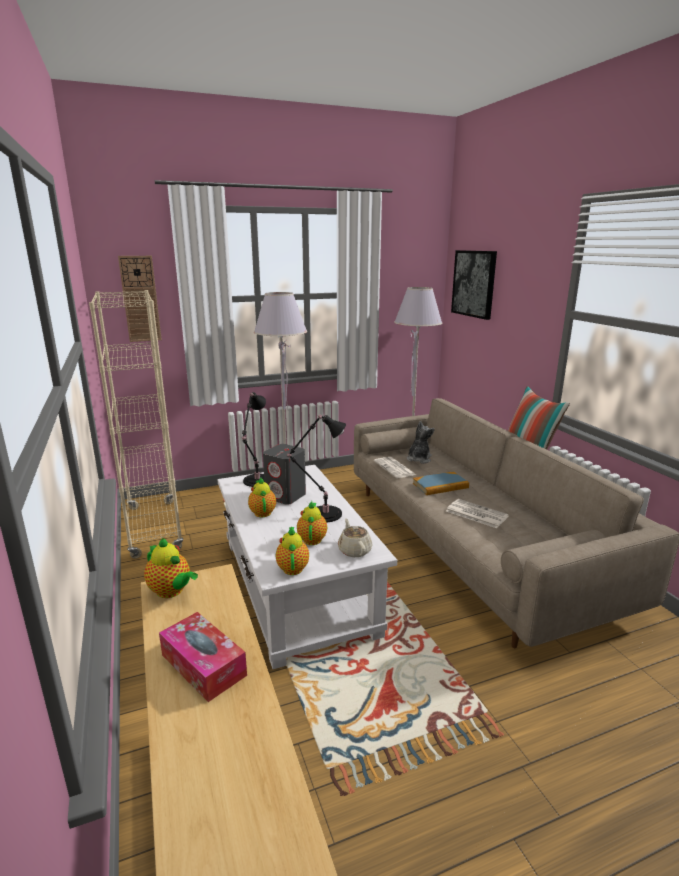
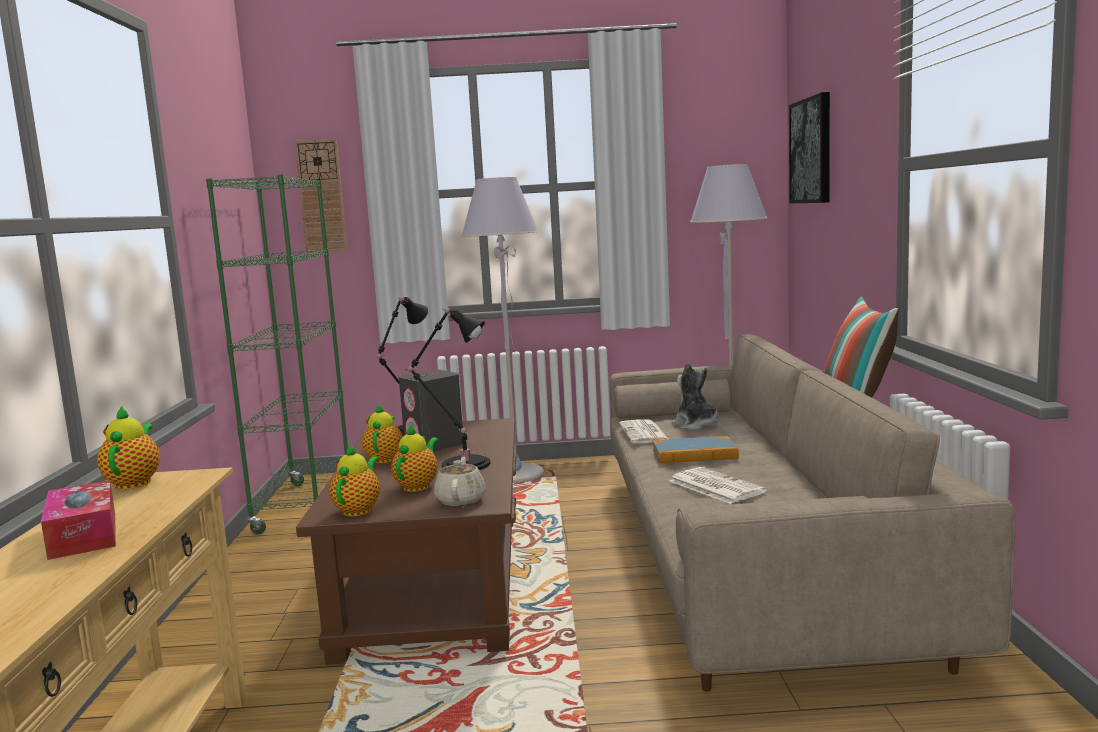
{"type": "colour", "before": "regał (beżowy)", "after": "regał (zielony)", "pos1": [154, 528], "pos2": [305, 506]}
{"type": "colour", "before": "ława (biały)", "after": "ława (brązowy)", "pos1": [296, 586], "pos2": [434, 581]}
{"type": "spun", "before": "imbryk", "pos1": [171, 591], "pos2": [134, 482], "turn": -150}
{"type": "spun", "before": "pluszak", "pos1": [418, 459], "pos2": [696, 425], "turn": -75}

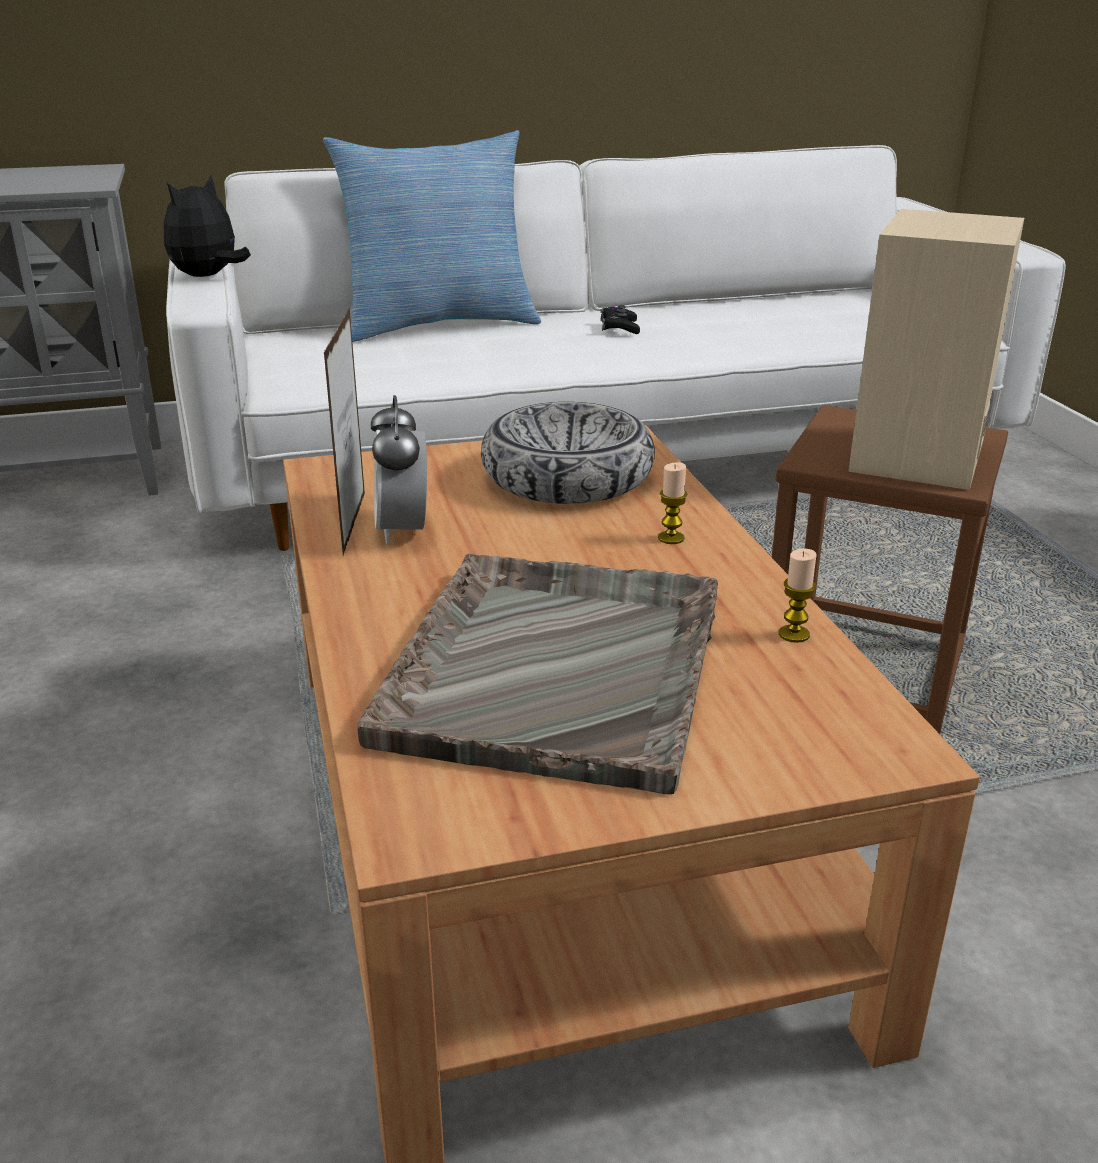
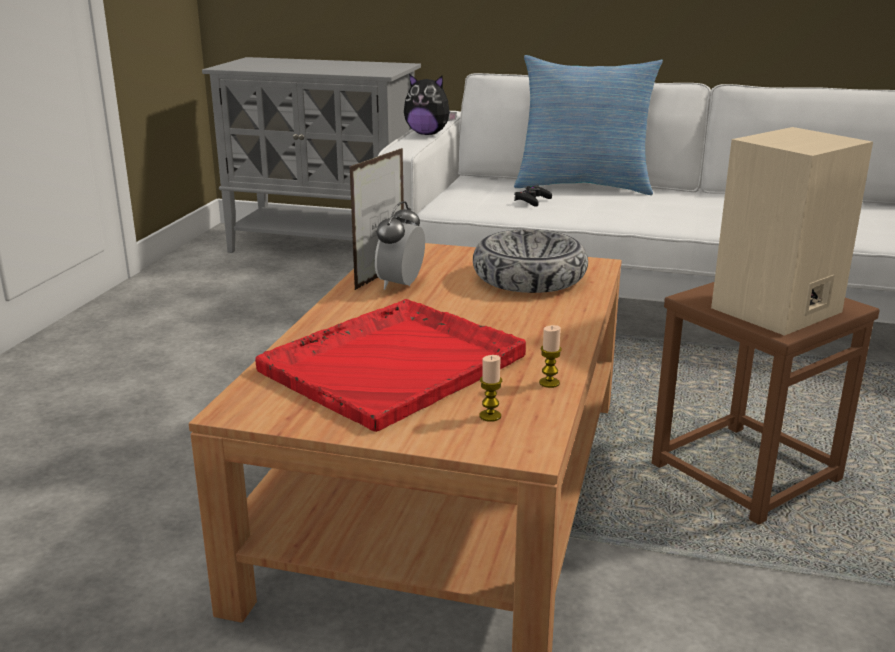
{"type": "relocated", "before": "pad do gier (czarny)", "pos1": [619, 327], "pos2": [532, 200]}
{"type": "relocated", "before": "świeca", "pos1": [671, 538], "pos2": [490, 416]}
{"type": "colour", "before": "taca (szary)", "after": "taca (czerwony)", "pos1": [557, 666], "pos2": [395, 363]}
{"type": "spun", "before": "pluszak", "pos1": [207, 277], "pos2": [428, 134], "turn": -135}

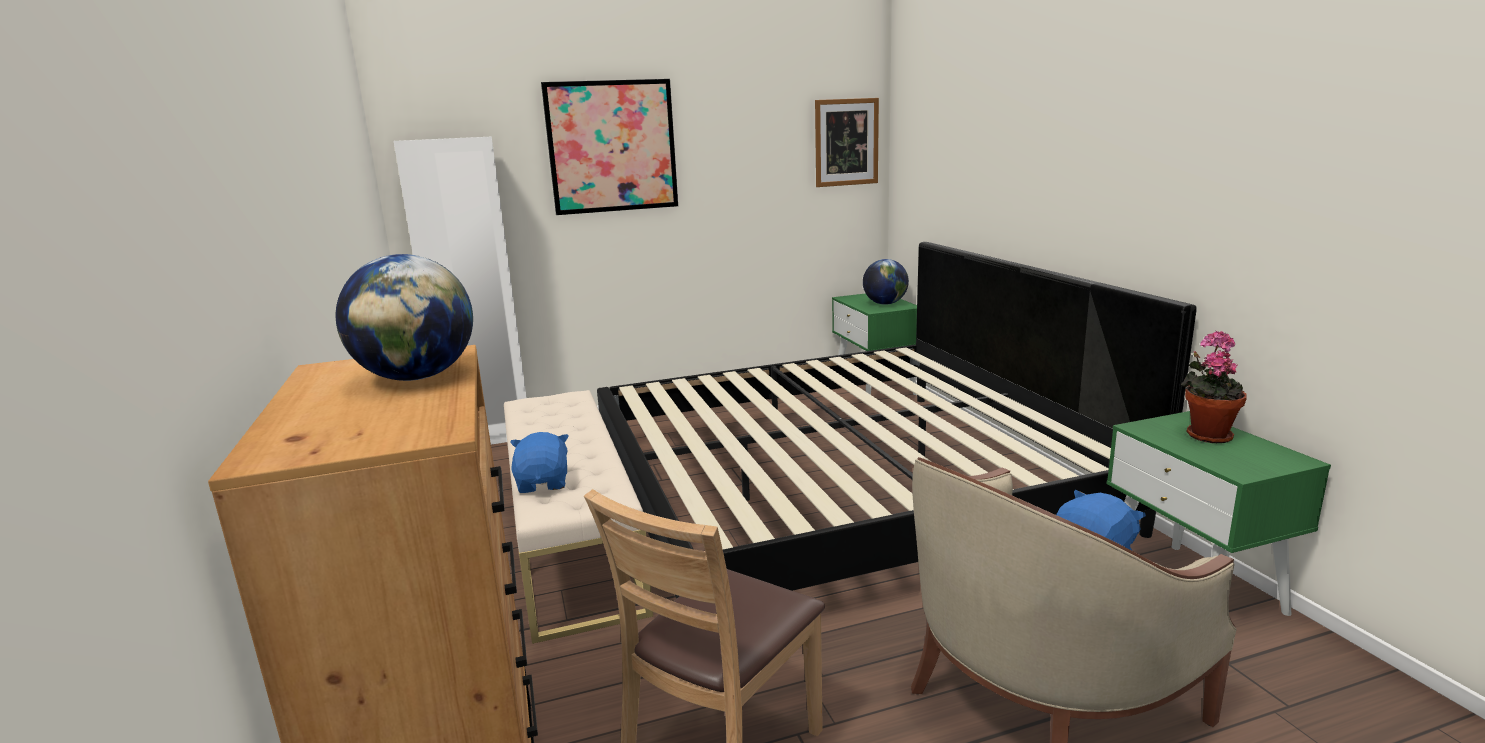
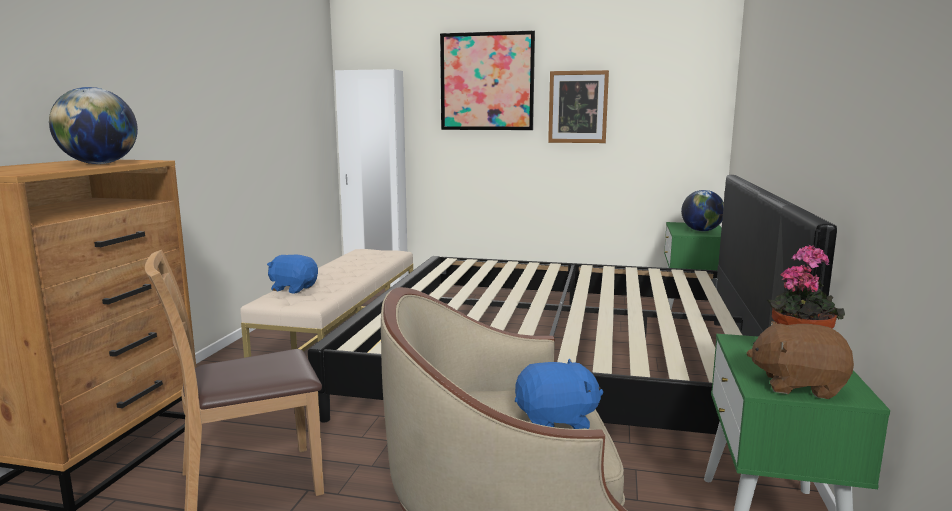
{"type": "appeared", "after": "pluszak (brązowy)", "pos2": [797, 385]}
{"type": "relocated", "before": "obraz", "pos1": [846, 142], "pos2": [578, 107]}
{"type": "spun", "before": "pluszak (niebieski)", "pos1": [544, 483], "pos2": [293, 288], "turn": -90}

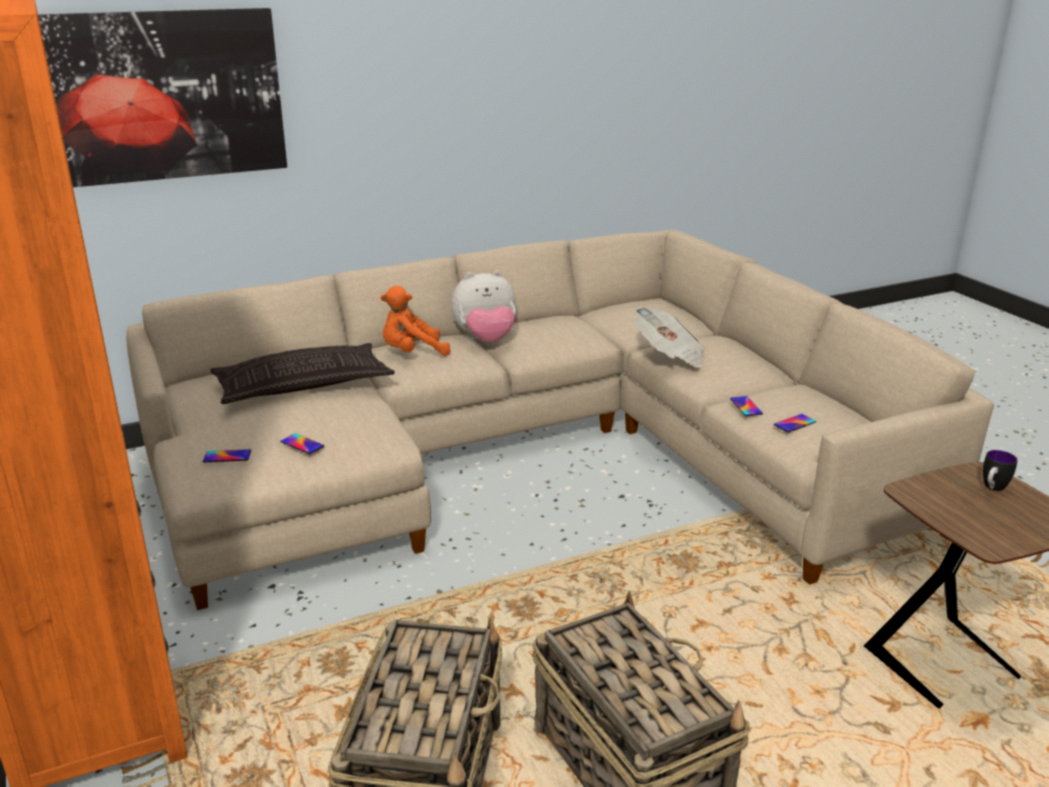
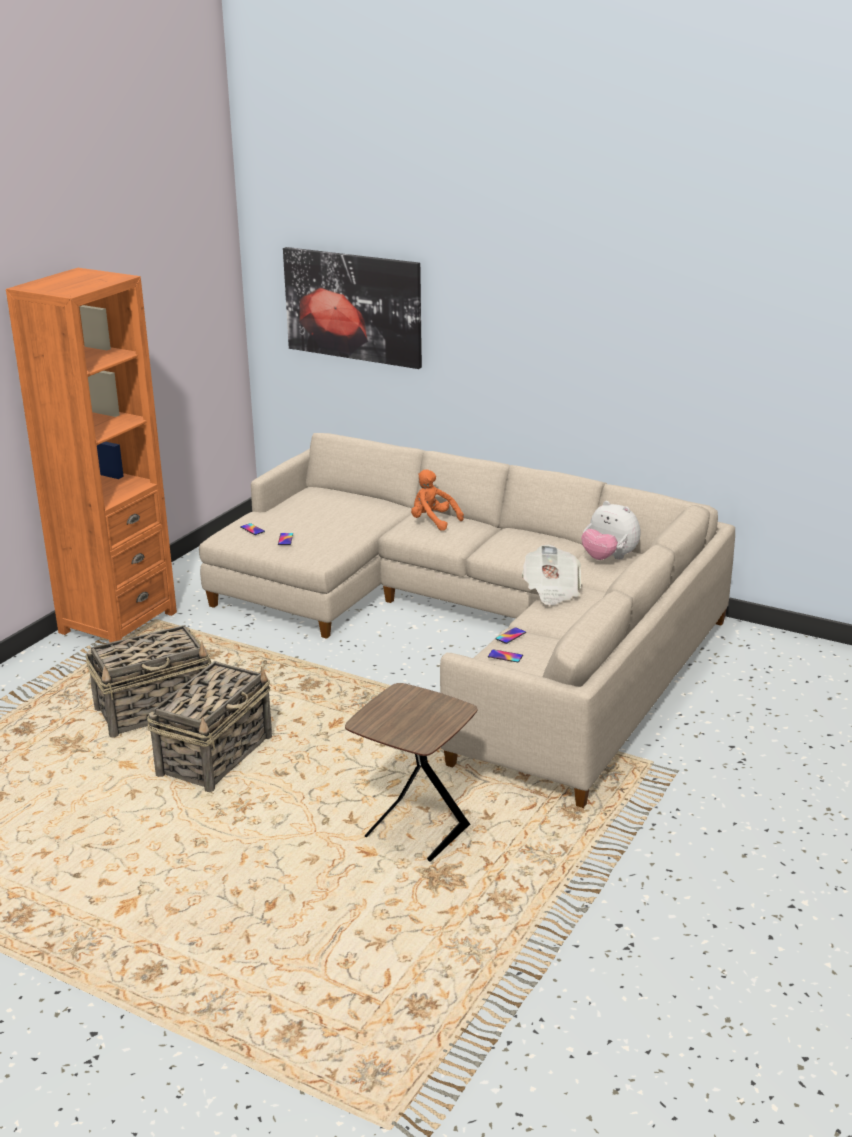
{"type": "missing", "before": "poduszka", "pos1": [303, 385]}
{"type": "missing", "before": "kubek", "pos1": [992, 488]}
{"type": "relocated", "before": "pluszak", "pos1": [485, 340], "pos2": [609, 558]}

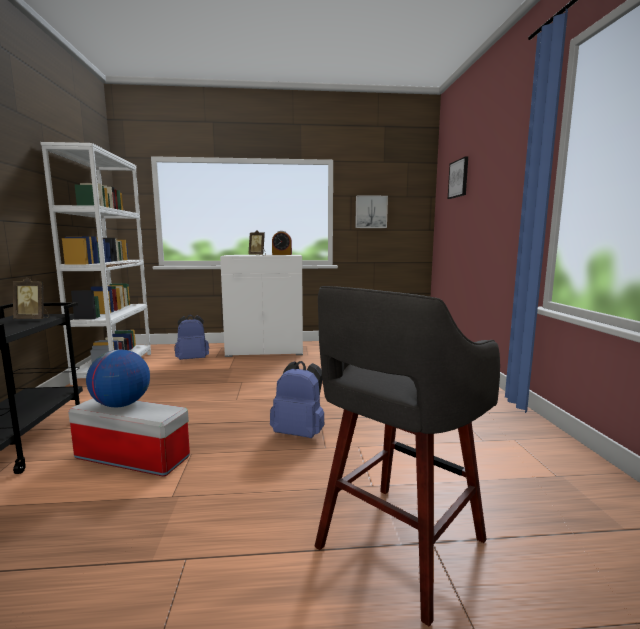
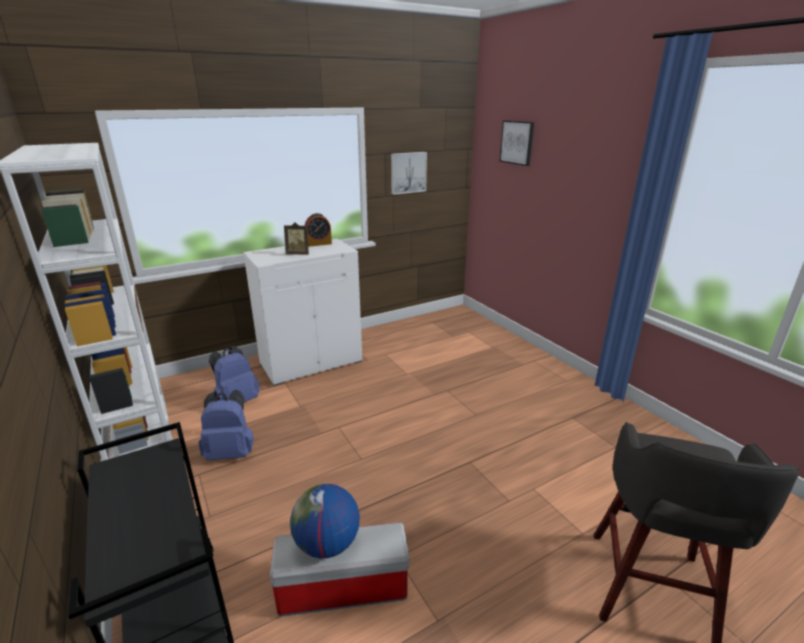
{"type": "missing", "before": "ramka na zdjęcie", "pos1": [33, 319]}
{"type": "relocated", "before": "plecak (niebieski)", "pos1": [300, 433], "pos2": [231, 452]}

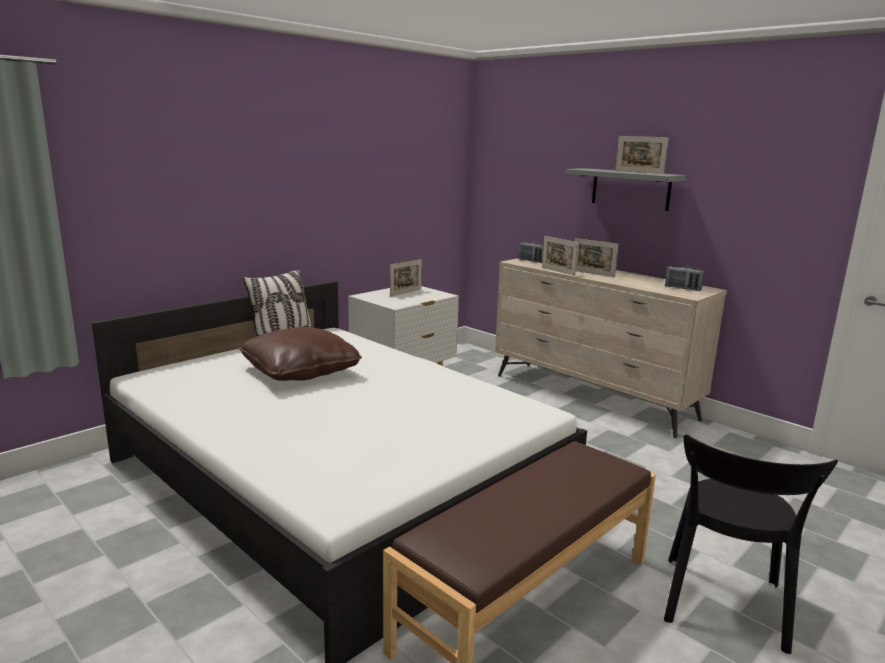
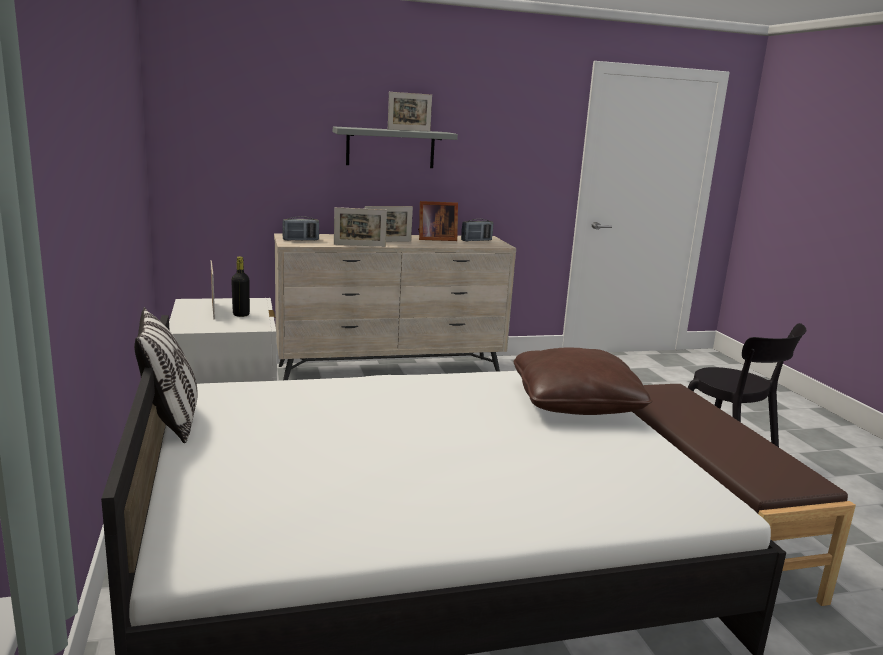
{"type": "appeared", "after": "butelka (czarny)", "pos2": [241, 314]}
{"type": "appeared", "after": "ramka na zdjęcie", "pos2": [435, 239]}
{"type": "relocated", "before": "poduszka (brązowy)", "pos1": [300, 372], "pos2": [575, 403]}

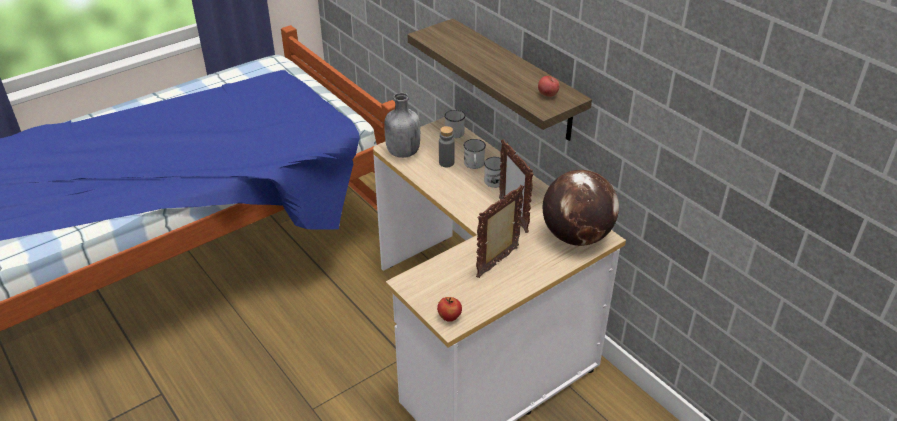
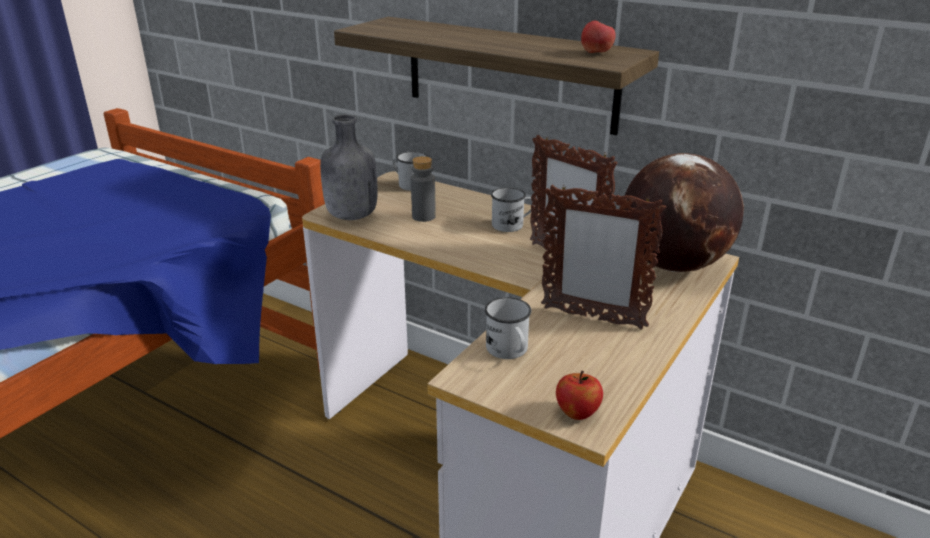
{"type": "relocated", "before": "kubek (biały)", "pos1": [474, 165], "pos2": [509, 351]}
{"type": "spun", "before": "ramka na zdjęcie", "pos1": [498, 262], "pos2": [592, 318], "turn": -90}

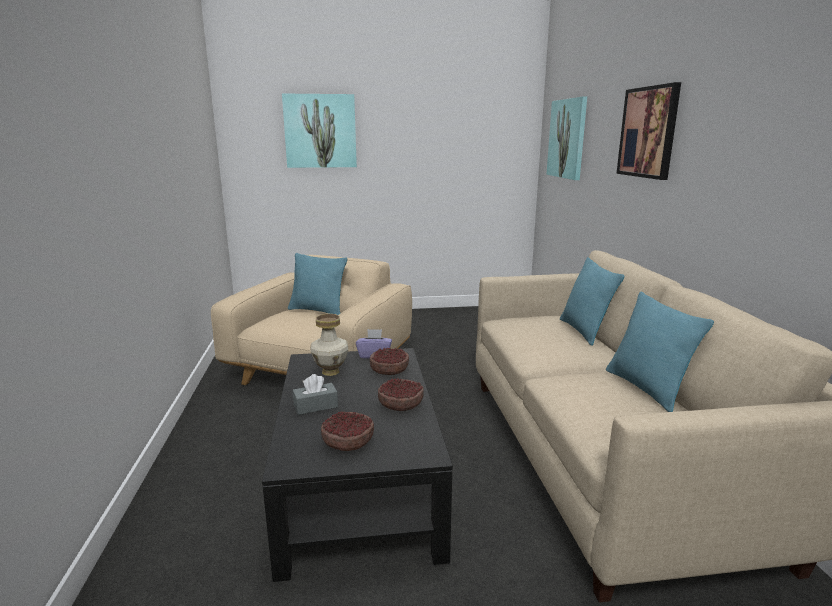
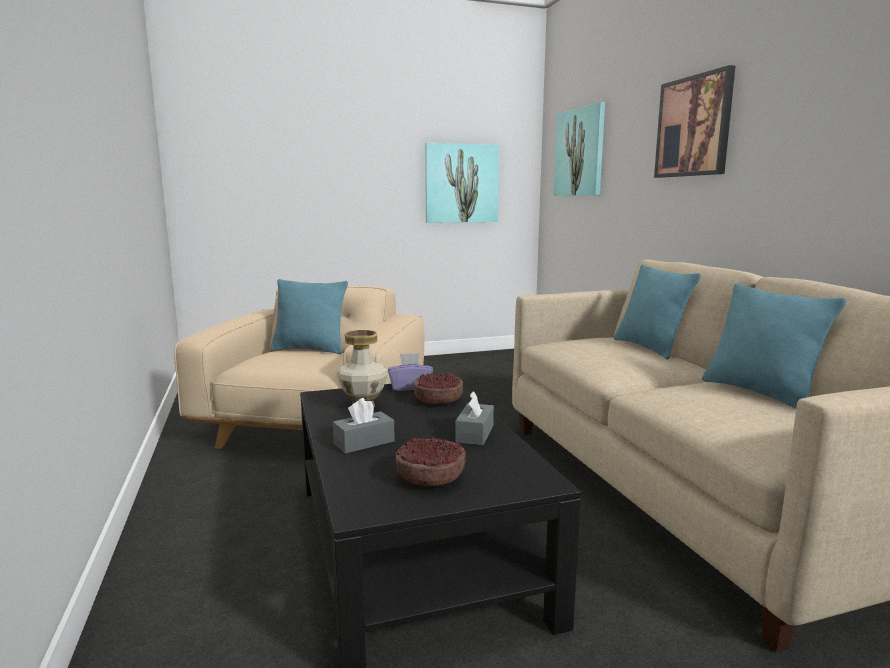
{"type": "relocated", "before": "obraz", "pos1": [320, 131], "pos2": [461, 183]}
{"type": "exchanged", "before": "miska", "after": "pudełko chusteczek (szary)", "pos1": [401, 405], "pos2": [474, 434]}

